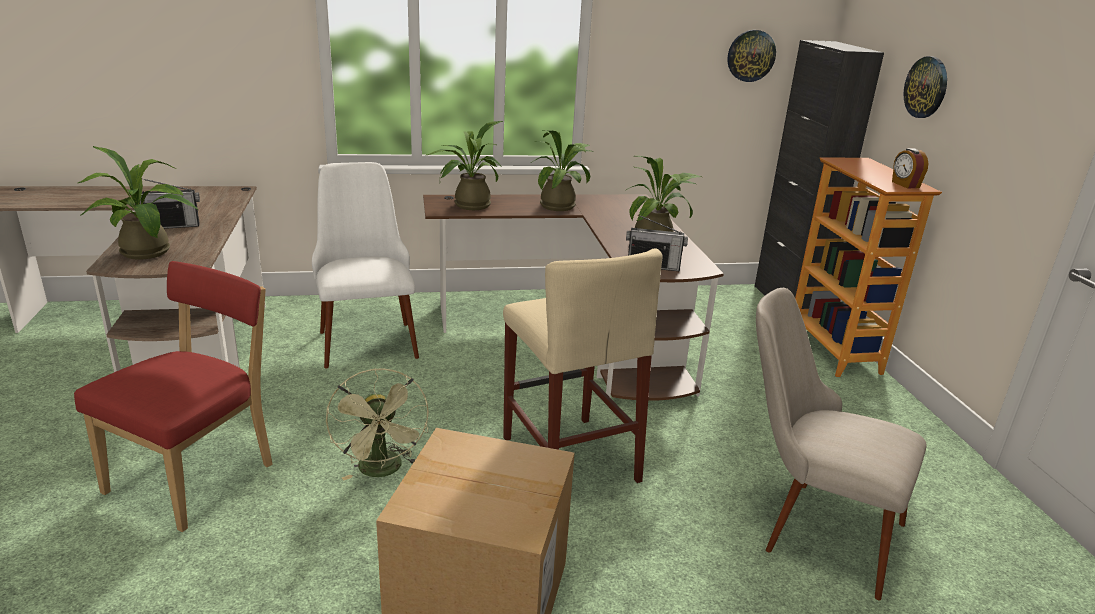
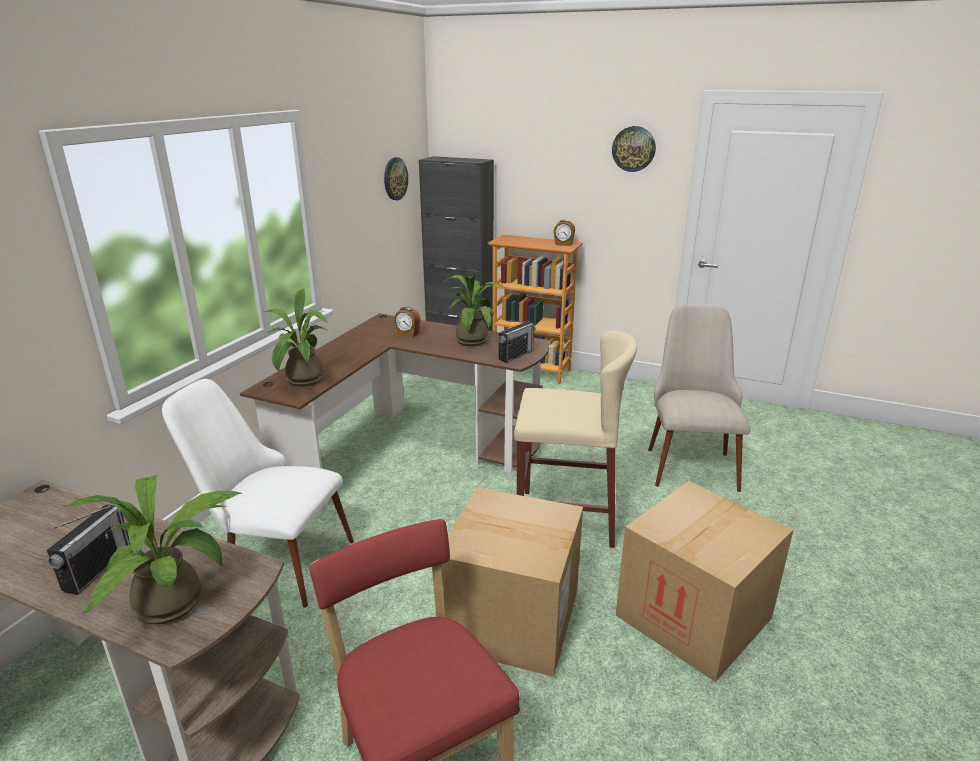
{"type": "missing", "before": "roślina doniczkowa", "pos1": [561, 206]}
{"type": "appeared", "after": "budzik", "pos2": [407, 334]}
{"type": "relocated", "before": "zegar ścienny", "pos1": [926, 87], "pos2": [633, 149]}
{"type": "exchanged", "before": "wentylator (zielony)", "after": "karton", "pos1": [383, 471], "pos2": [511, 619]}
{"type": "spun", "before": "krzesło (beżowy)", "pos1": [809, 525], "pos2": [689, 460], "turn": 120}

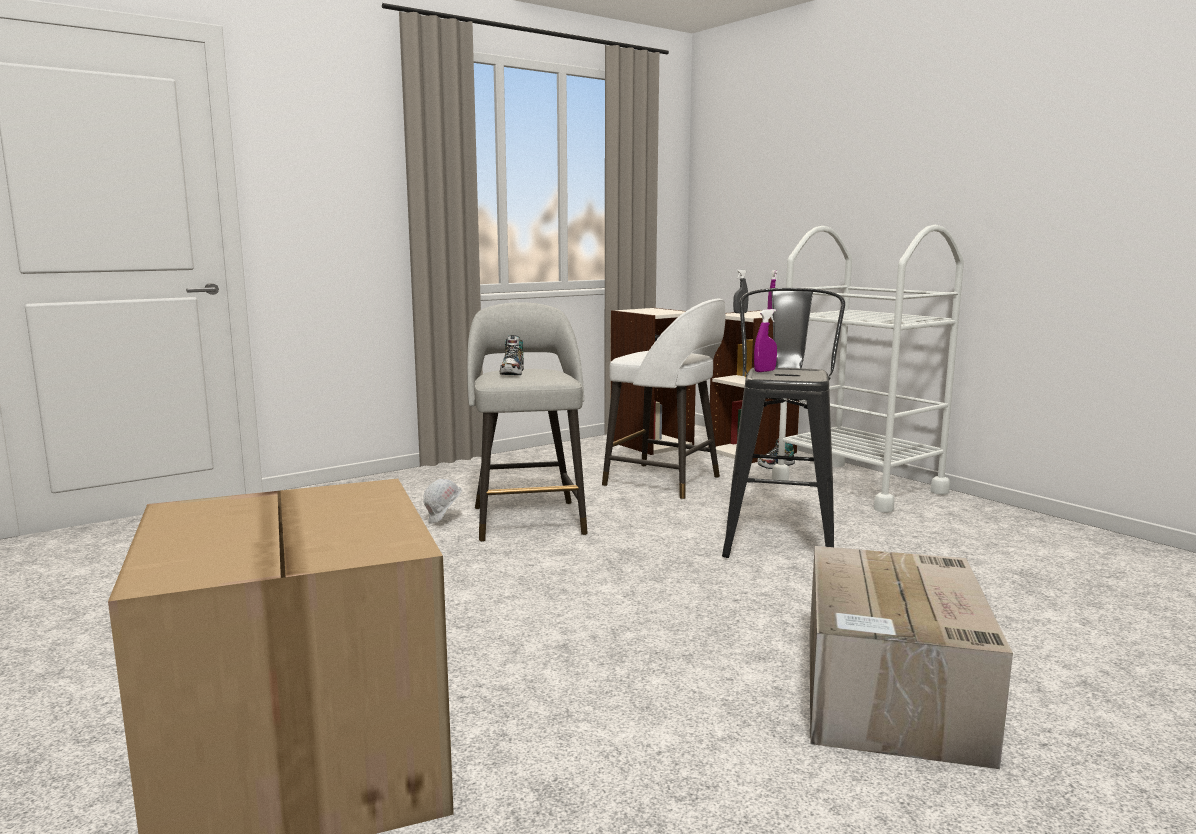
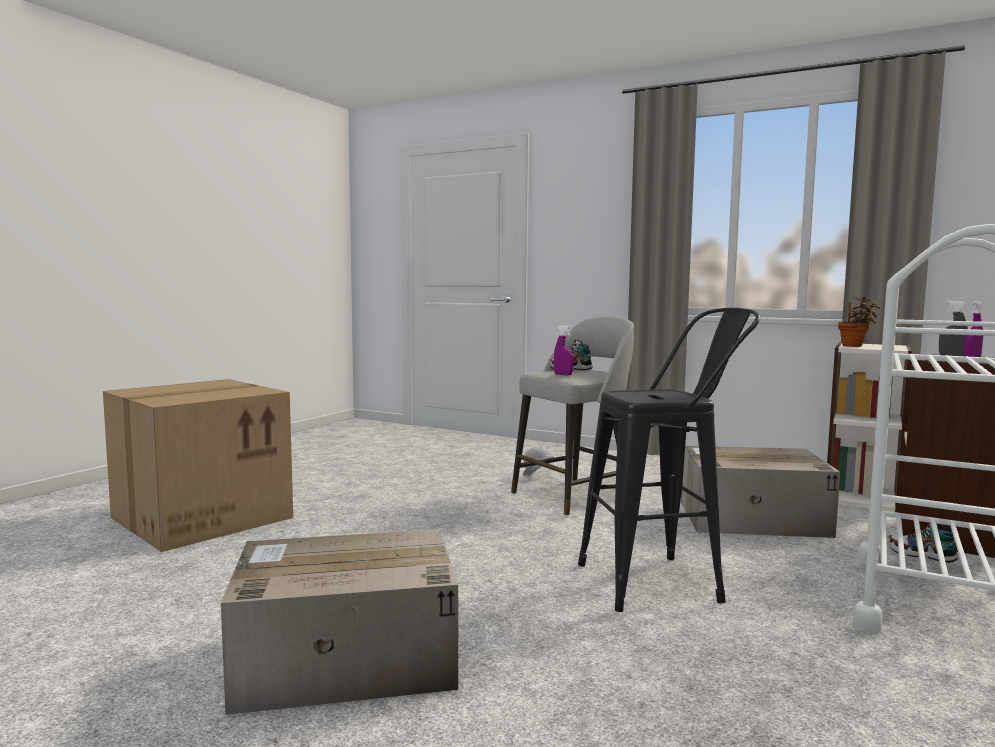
{"type": "appeared", "after": "roślina doniczkowa", "pos2": [854, 346]}
{"type": "relocated", "before": "spryskiwacz (fioletowy)", "pos1": [764, 371], "pos2": [563, 374]}
{"type": "exchanged", "before": "stołek (biały)", "after": "karton", "pos1": [665, 482], "pos2": [750, 519]}

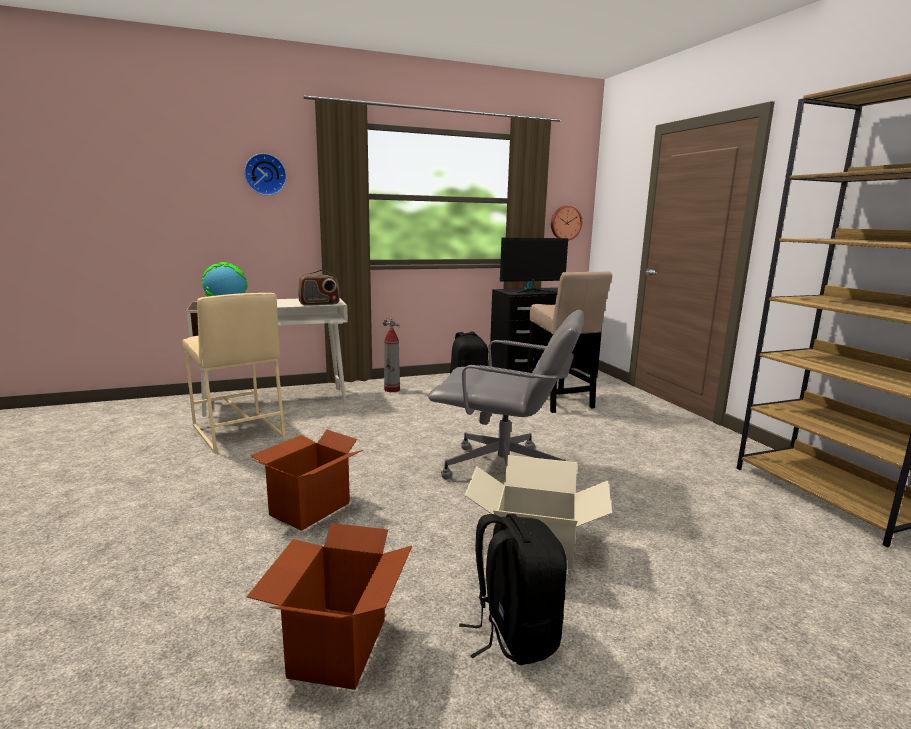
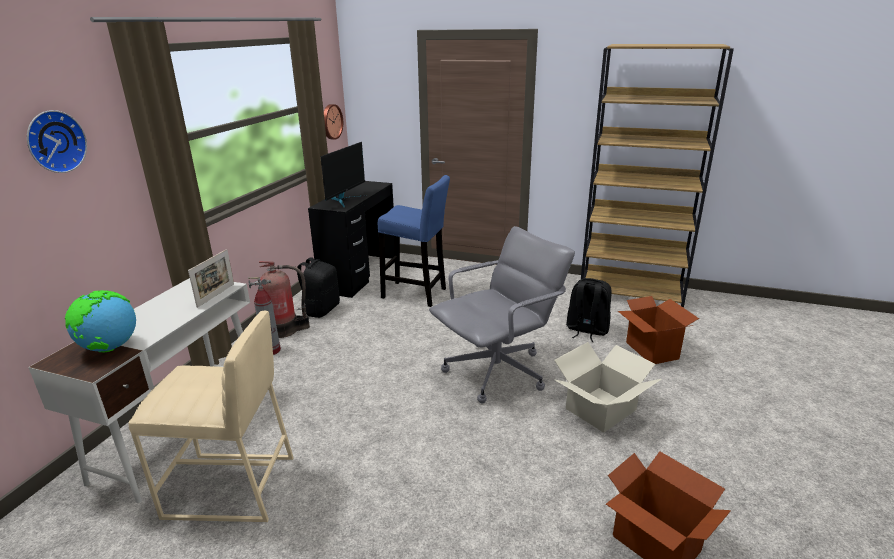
{"type": "appeared", "after": "gaśnica", "pos2": [285, 330]}
{"type": "relocated", "before": "karton", "pos1": [309, 509], "pos2": [651, 351]}
{"type": "relocated", "before": "plecak (czarny)", "pos1": [513, 634], "pos2": [586, 330]}
{"type": "exchanged", "before": "radio", "after": "ramka na zdjęcie", "pos1": [319, 304], "pos2": [216, 295]}
{"type": "colour", "before": "stołek (beżowy)", "after": "stołek (niebieski)", "pos1": [560, 402], "pos2": [417, 294]}

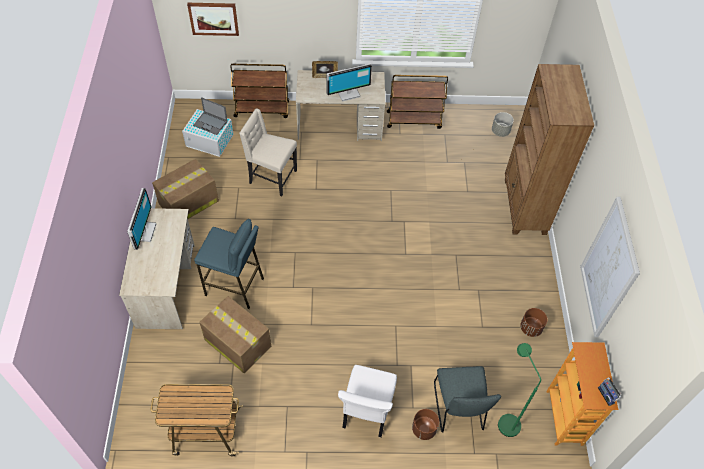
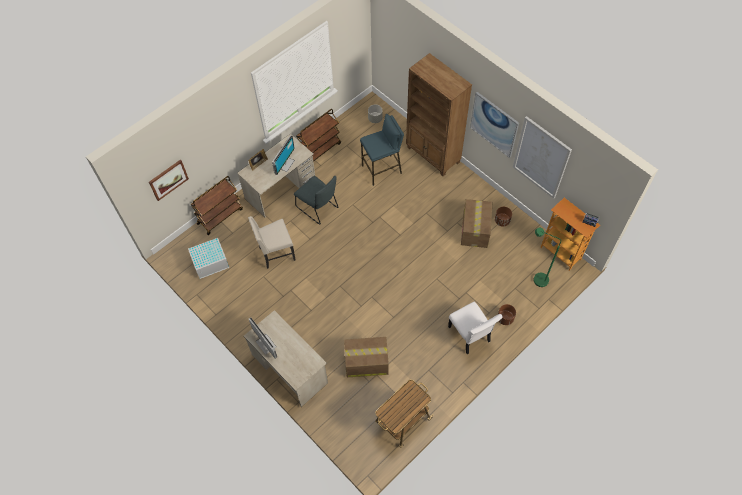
{"type": "missing", "before": "laptop", "pos1": [211, 123]}
{"type": "appeared", "after": "obraz", "pos2": [494, 124]}
{"type": "relocated", "before": "karton", "pos1": [188, 202], "pos2": [475, 231]}
{"type": "relocated", "before": "stołek (niebieski)", "pos1": [235, 287], "pos2": [382, 170]}
{"type": "relocated", "before": "krzesło (szary)", "pos1": [458, 409], "pos2": [318, 208]}

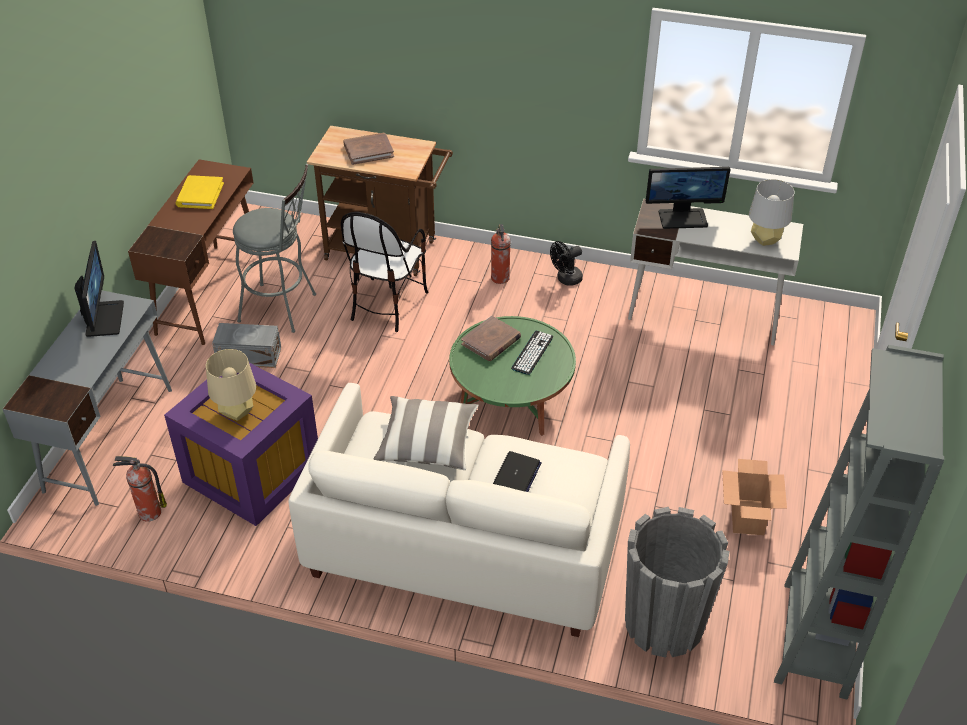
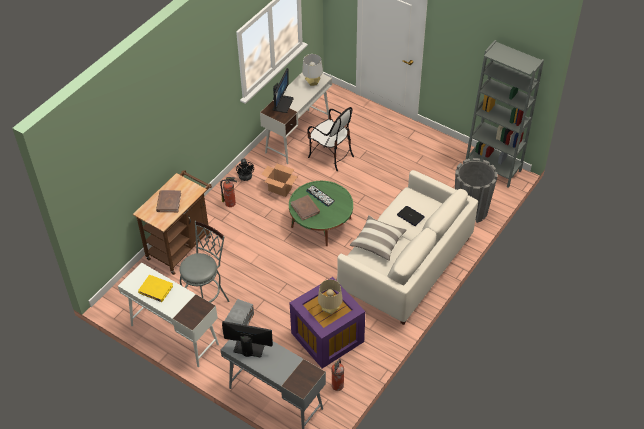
{"type": "relocated", "before": "krzesło", "pos1": [387, 304], "pos2": [331, 155]}
{"type": "relocated", "before": "karton", "pos1": [747, 517], "pos2": [280, 189]}
{"type": "colour", "before": "biurko (brązowy)", "after": "biurko (biały)", "pos1": [210, 293], "pos2": [174, 334]}

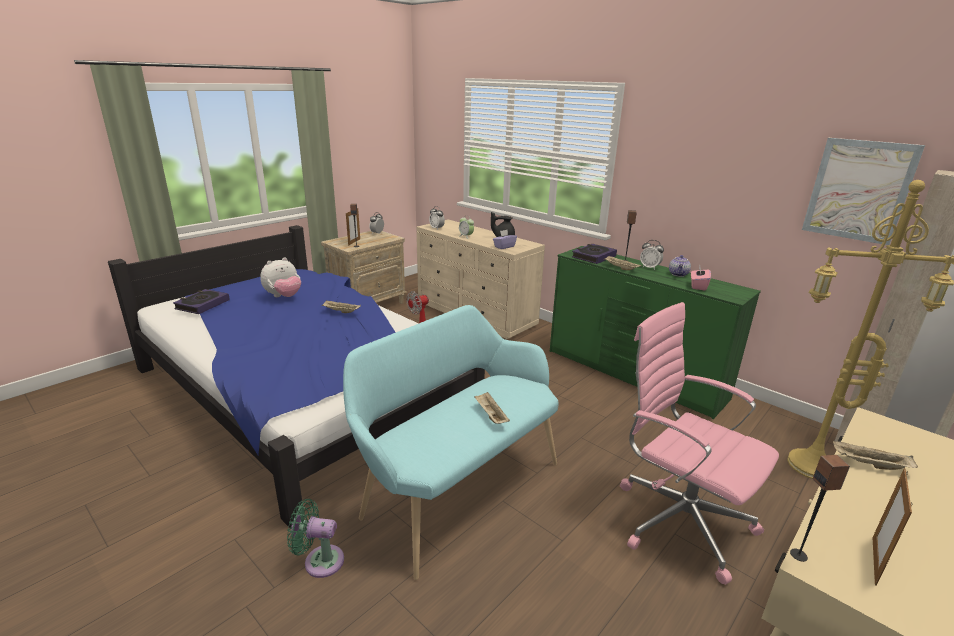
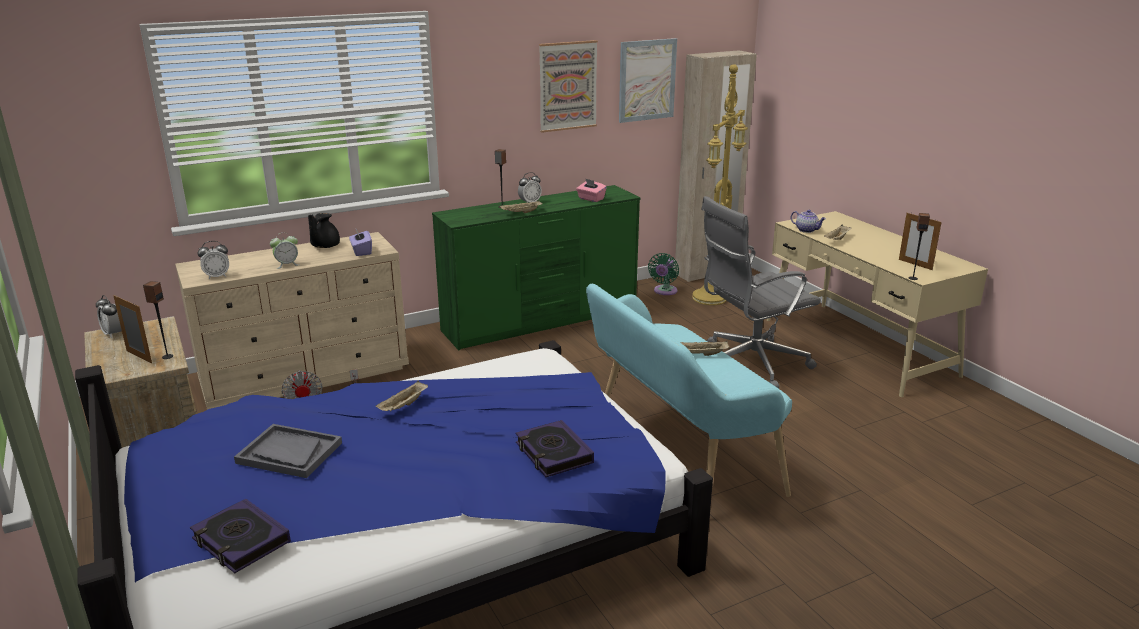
{"type": "appeared", "after": "obraz", "pos2": [567, 86]}
{"type": "relocated", "before": "wentylator (zielony)", "pos1": [320, 560], "pos2": [664, 291]}
{"type": "relocated", "before": "książka", "pos1": [593, 257], "pos2": [553, 453]}
{"type": "relocated", "before": "imbryk", "pos1": [678, 274], "pos2": [806, 230]}
{"type": "exchanged", "before": "pluszak", "after": "taca (szary)", "pos1": [284, 296], "pos2": [289, 453]}
{"type": "colour", "before": "krzesło biurowe (różowy)", "after": "krzesło biurowe (szary)", "pos1": [678, 519], "pos2": [750, 364]}

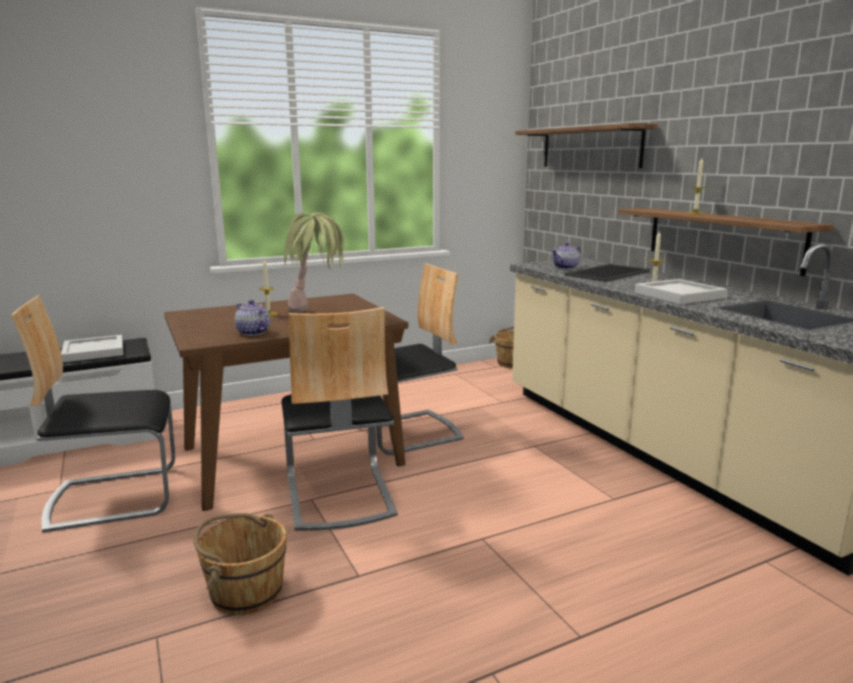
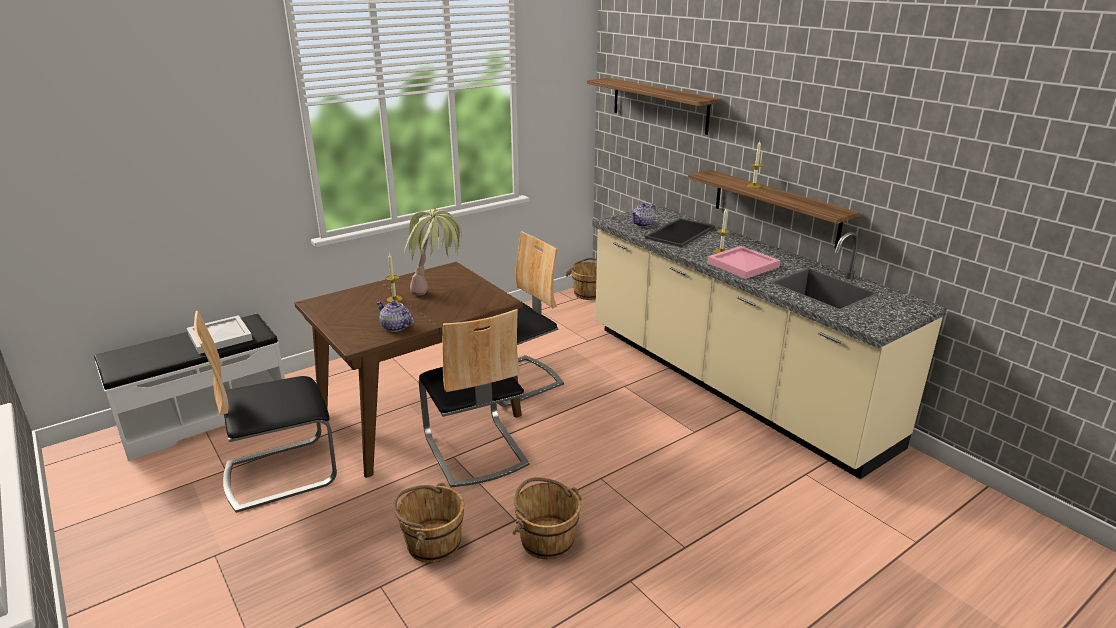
{"type": "appeared", "after": "wiadro (brązowy)", "pos2": [547, 539]}
{"type": "colour", "before": "taca (biały)", "after": "taca (różowy)", "pos1": [679, 294], "pos2": [743, 264]}

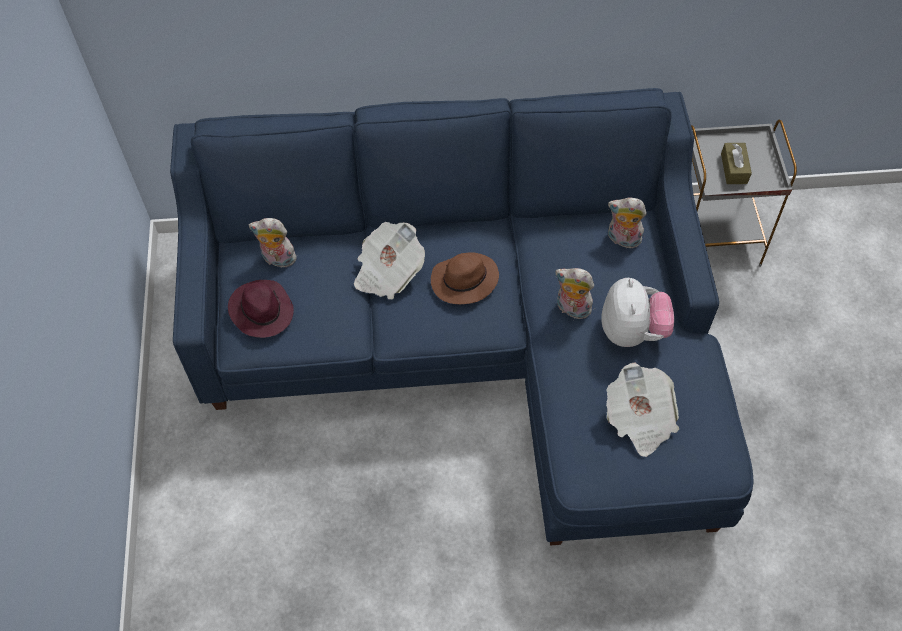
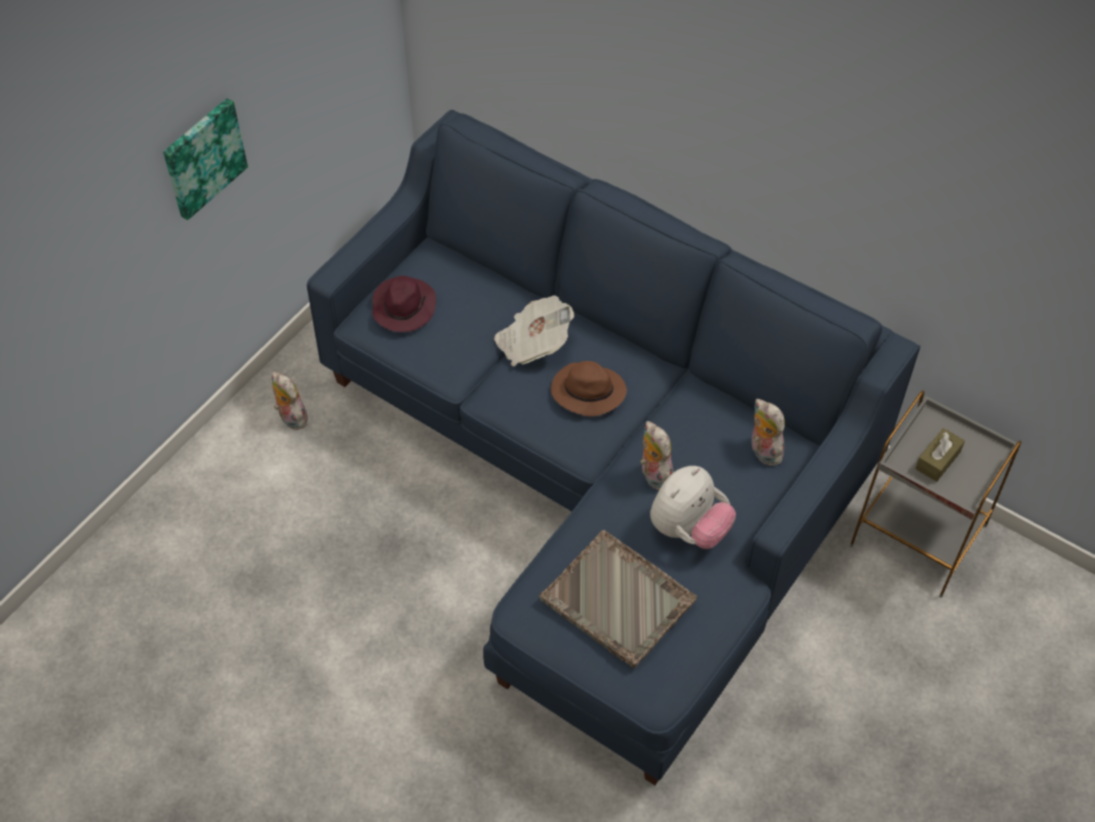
{"type": "appeared", "after": "obraz", "pos2": [203, 157]}
{"type": "relocated", "before": "pluszak", "pos1": [277, 260], "pos2": [290, 418]}
{"type": "exchanged", "before": "gazeta", "after": "taca (szary)", "pos1": [639, 419], "pos2": [619, 601]}

